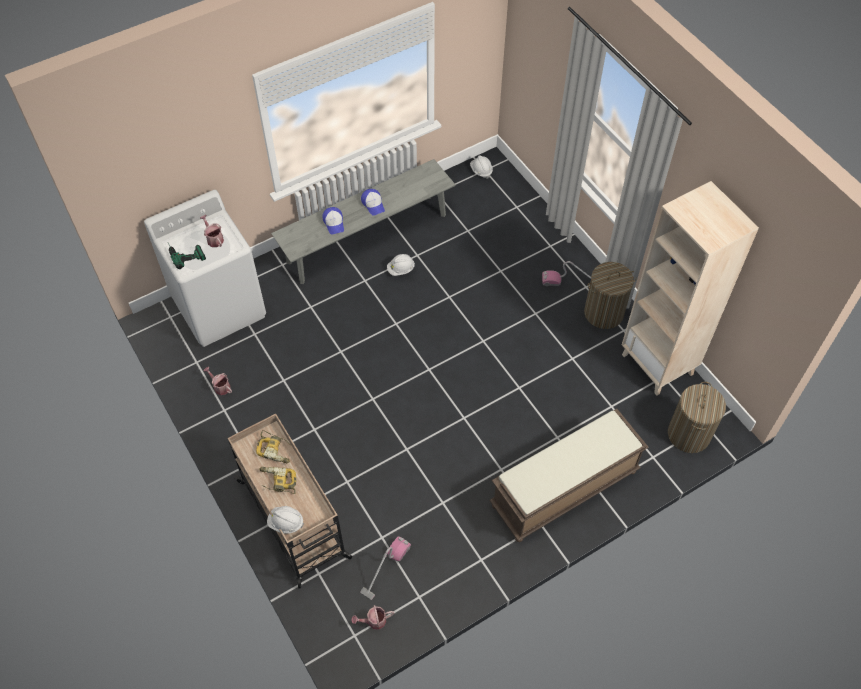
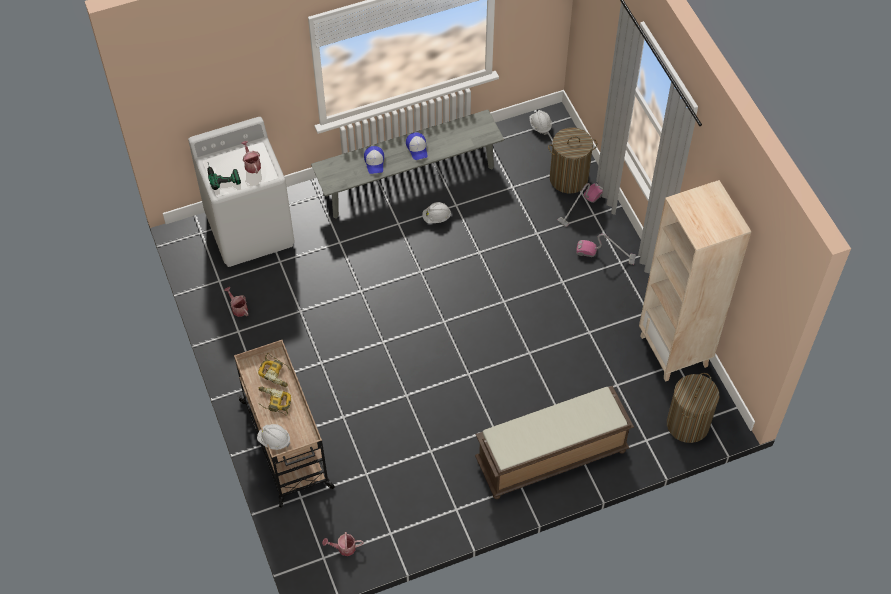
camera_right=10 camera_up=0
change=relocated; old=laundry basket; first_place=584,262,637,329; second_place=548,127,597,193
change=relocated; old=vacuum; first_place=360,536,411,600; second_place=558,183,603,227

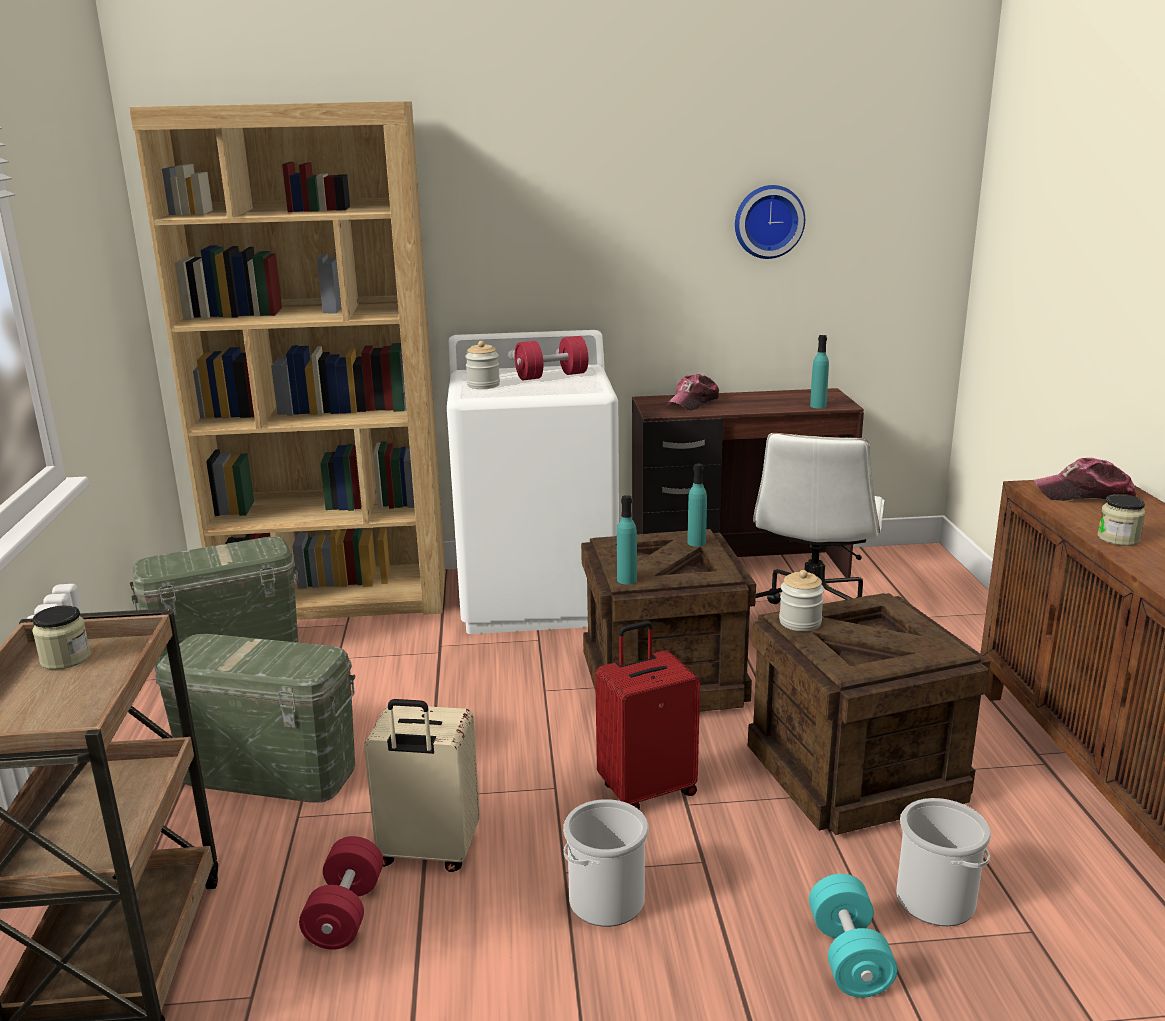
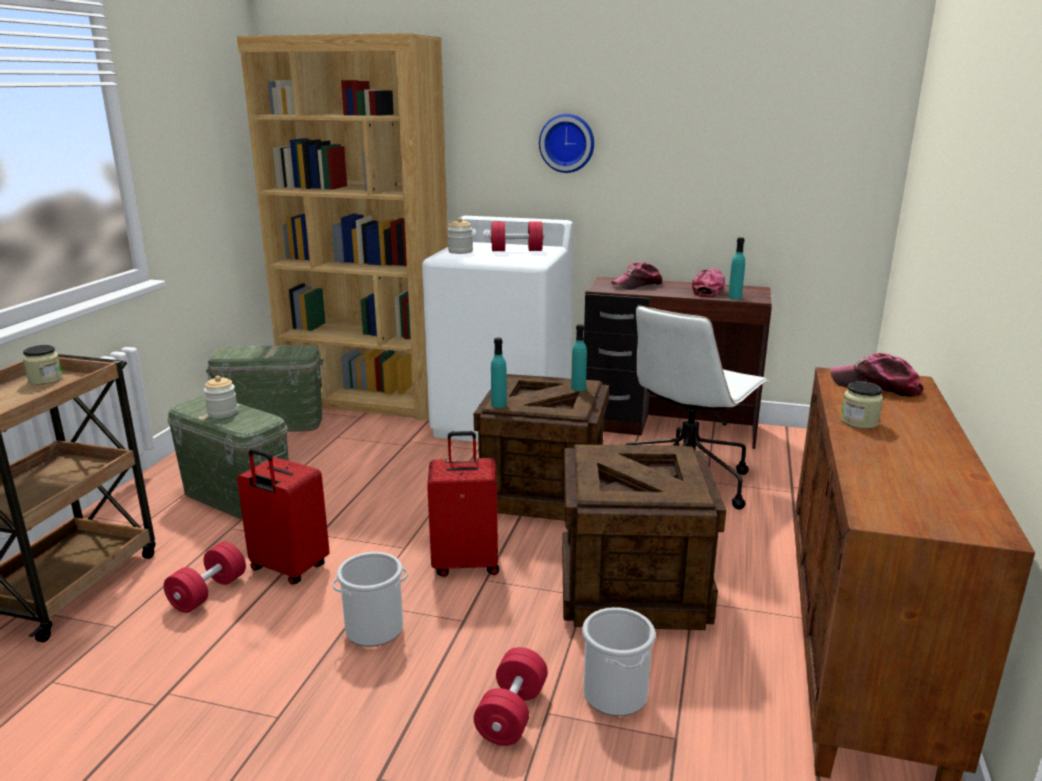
camera_right=20 camera_up=0
change=relocated; old=jar; first_place=779,570,824,631; second_place=204,376,238,418
change=colour; old=beige-coloured suitcase; new=red suitcase; first_place=364,699,480,872; second_place=237,449,330,585
change=colour; old=turquoise hand weight; new=red hand weight; first_place=809,874,897,998; second_place=474,647,548,746
change=relocated; old=clock on the wall; first_place=735,185,805,259; second_place=539,114,594,173
change=appeared; new=cap; second_place=692,269,725,298

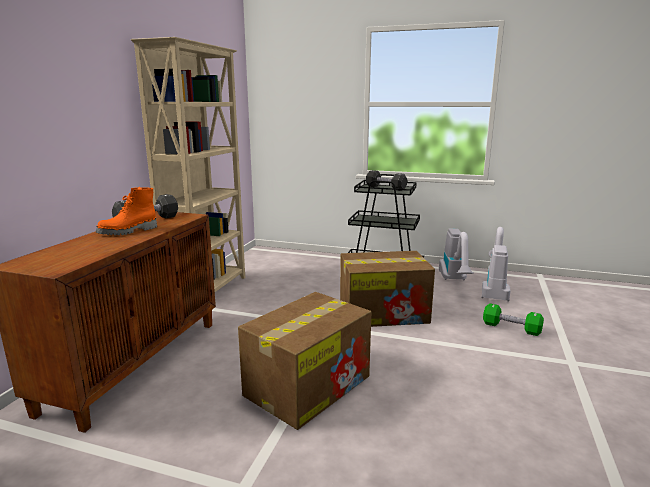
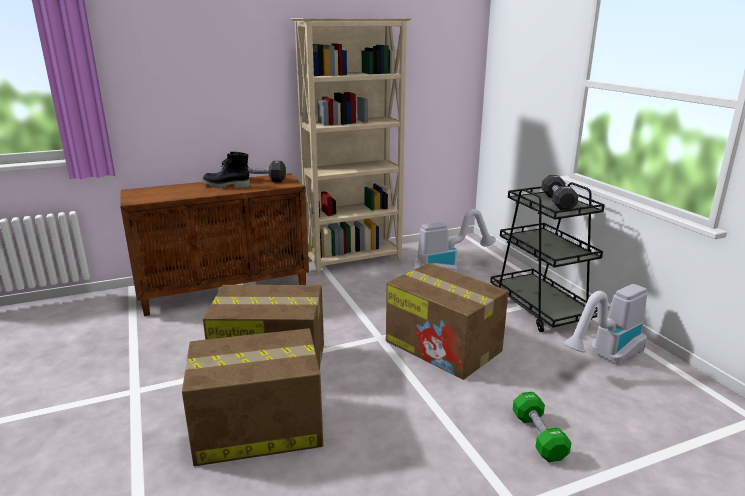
camera_right=50 camera_up=5
change=appeared; new=carton; second_place=182,328,323,466
change=colour; old=orange-coloured high-top boot; new=black high-top boot; first_place=96,187,157,235; second_place=203,152,250,188
change=relocated; old=vacuum; first_place=482,227,511,301; second_place=415,209,496,272

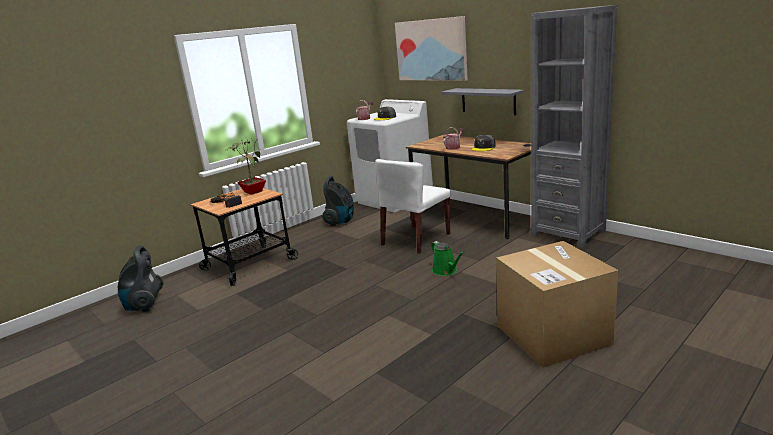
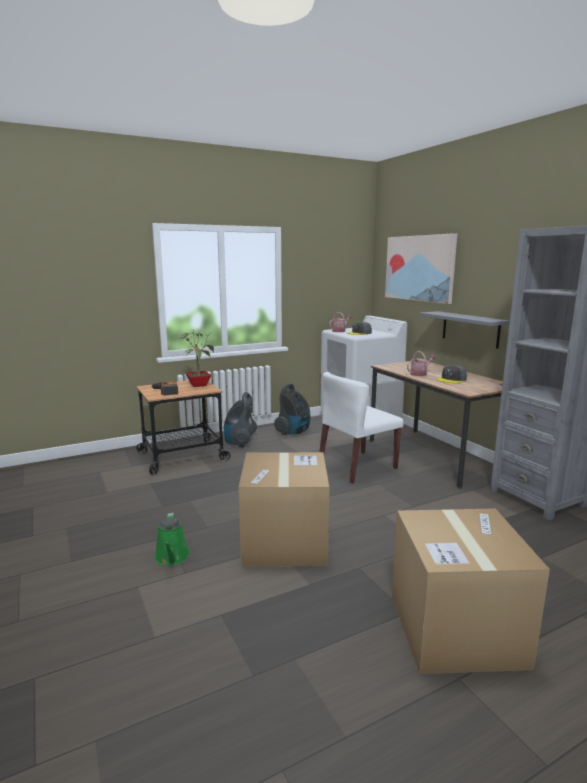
camera_right=15 camera_up=-5
change=relocated; old=green sprinkling can; first_place=431,241,464,276; second_place=155,513,190,565
change=relocated; old=vacuum; first_place=118,245,164,312; second_place=223,392,257,448
change=appeared; new=carton; second_place=239,452,329,567

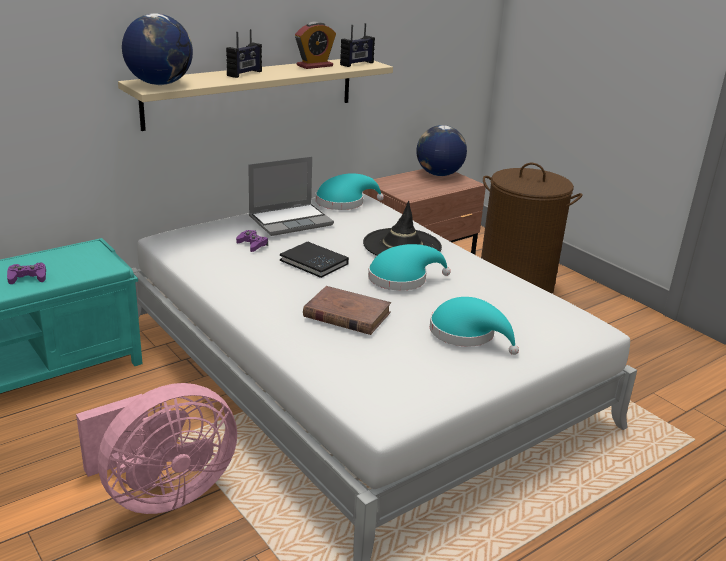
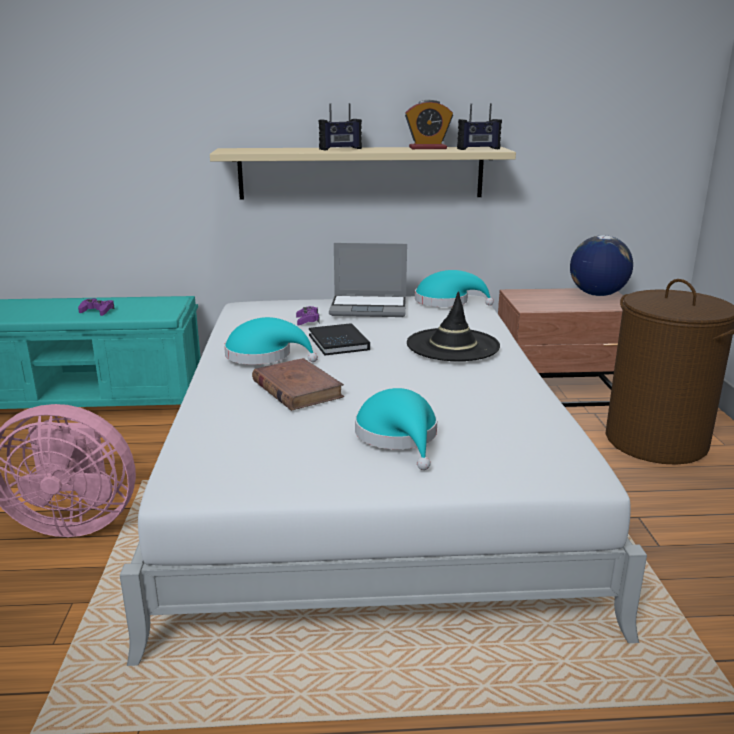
camera_right=35 camera_up=-5
change=relocated; old=turquoise wearable hat; first_place=368,244,451,291; second_place=224,317,318,364
change=missing; old=world globe; first_place=122,13,193,85

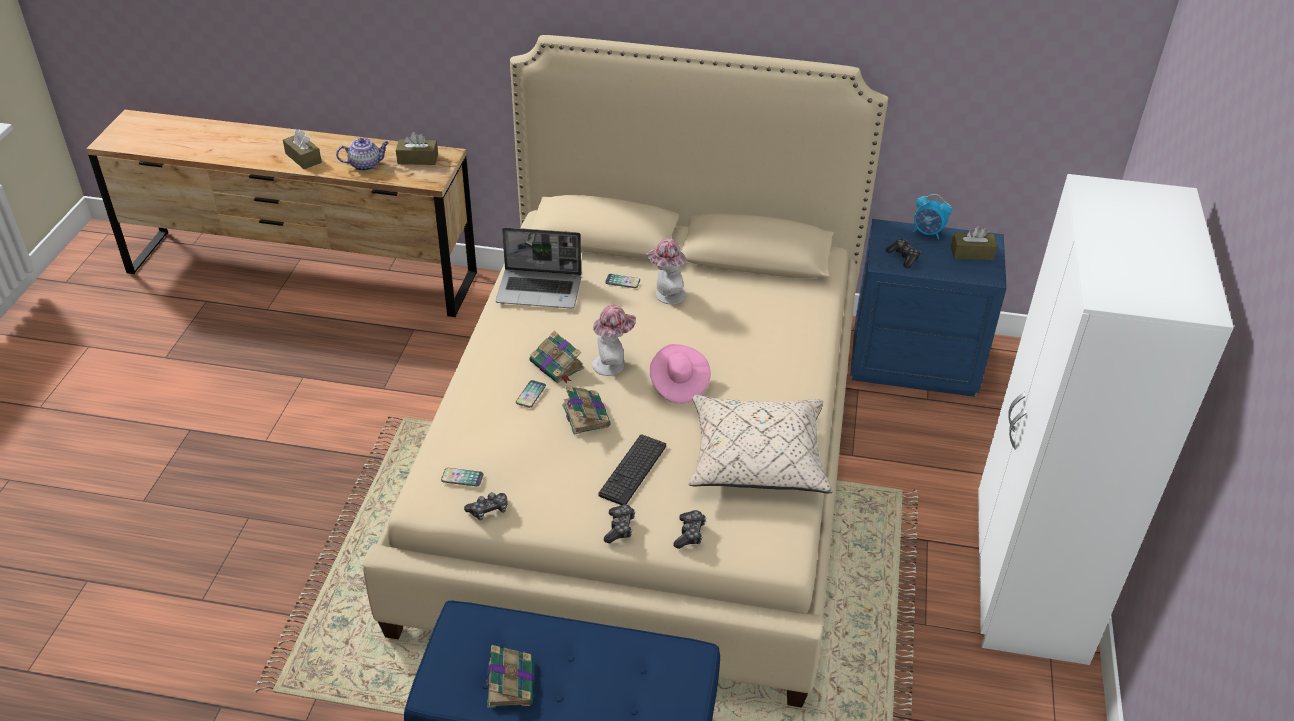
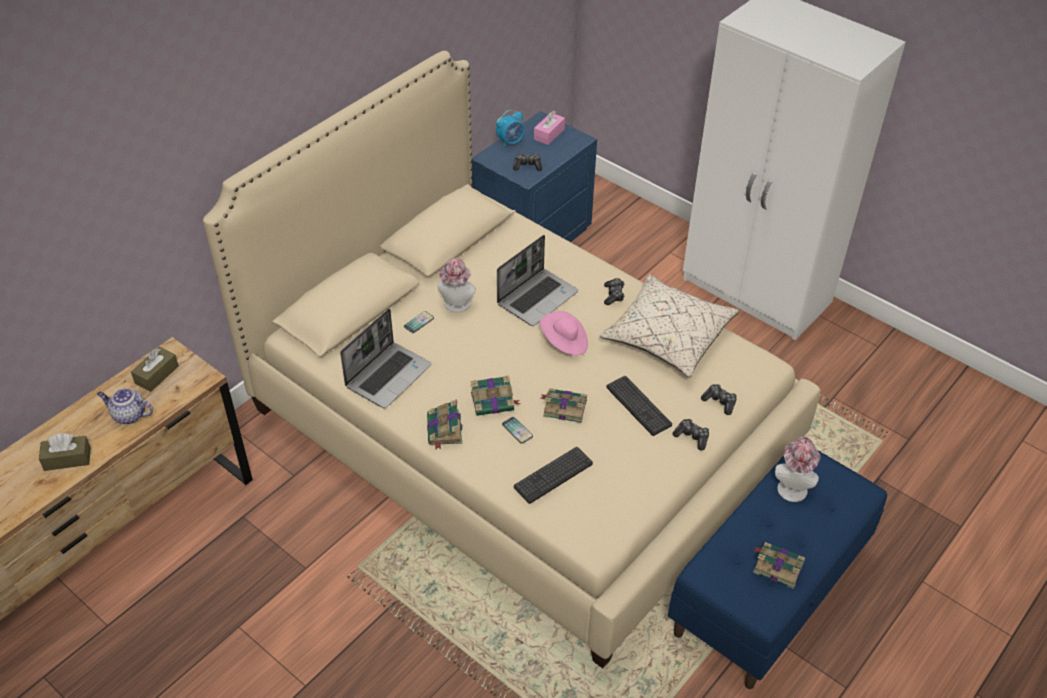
camera_right=-60 camera_up=5
change=spun; old=tea pot; first_place=336,138,389,171; second_place=97,388,153,424; degrees=-90
change=appeared; new=bound book; second_place=427,400,463,450
change=appeared; new=portable computer; second_place=497,235,578,326
change=appeared; new=computer keyboard; second_place=514,447,593,504
change=colour; old=brown-coloured tissue box; new=pink-coloured tissue box; first_place=951,226,997,260; second_place=534,111,565,145
change=relocated; old=game controller; first_place=464,492,508,520; second_place=604,278,625,305
change=relocated; old=wearable hat; first_place=592,305,636,376; second_place=775,437,820,502
change=missing; old=telephone; first_place=441,468,484,486

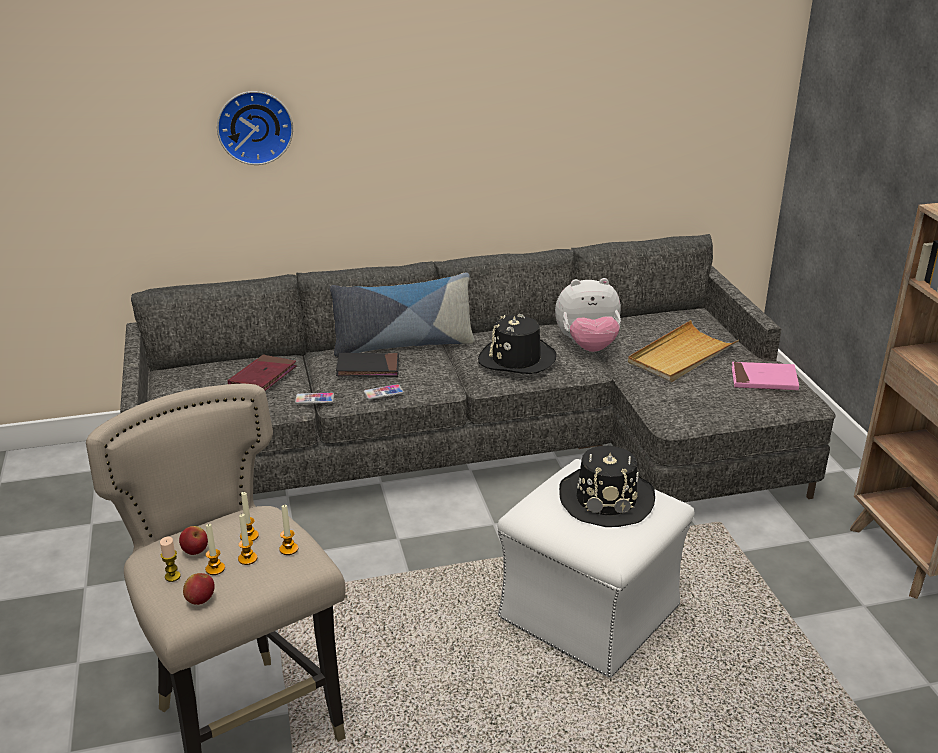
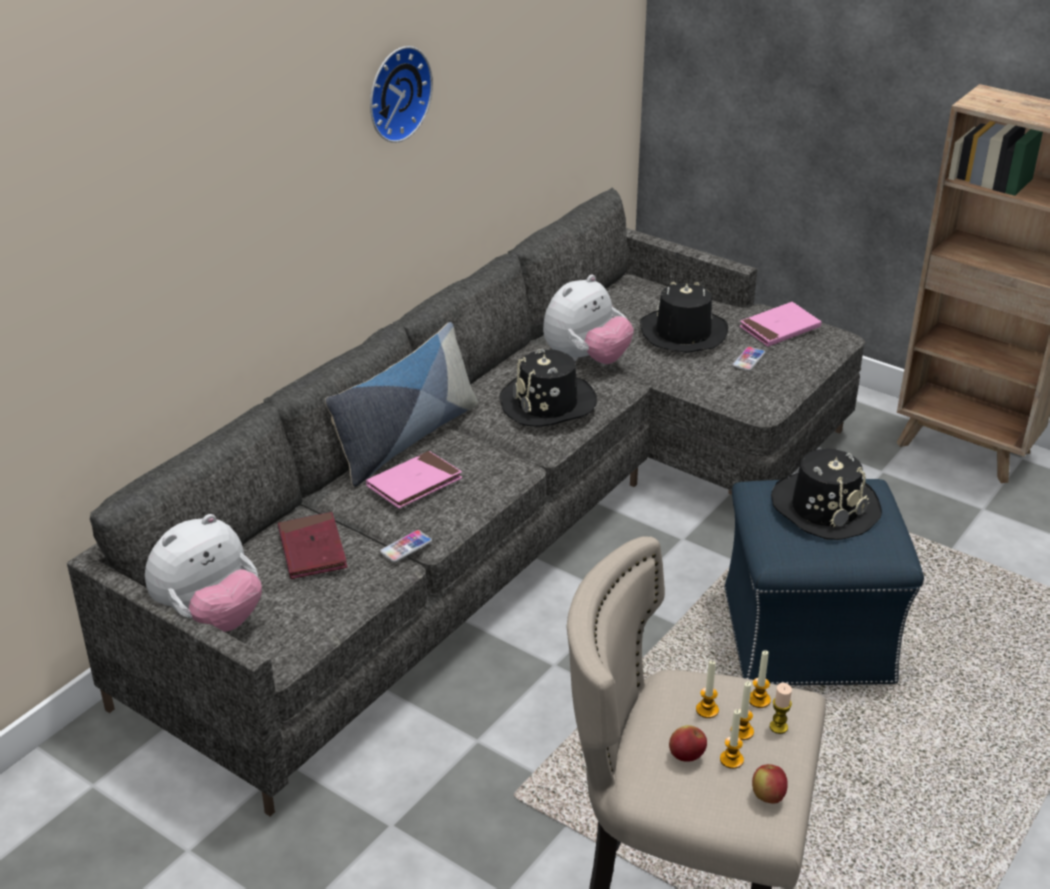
camera_right=-40 camera_up=5
change=appeared; new=cuddly toy; second_place=145,514,262,632
change=colour; old=black bound book; new=pink-coloured bound book; first_place=336,353,399,377; second_place=366,451,462,508
change=relocated; old=clock on the wall; first_place=217,91,293,165; second_place=370,46,433,143
change=exchanged; old=beige-coloured serving tray; new=black wearable hat; first_place=628,320,739,382; second_place=640,282,728,353
change=colour; old=white ottoman; new=bluish ottoman; first_place=498,459,694,678; second_place=725,479,924,685
change=relocated; old=telephone; first_place=364,384,404,400; second_place=732,347,766,371
change=relocated; old=wax light; first_place=160,537,181,582; second_place=770,683,792,734

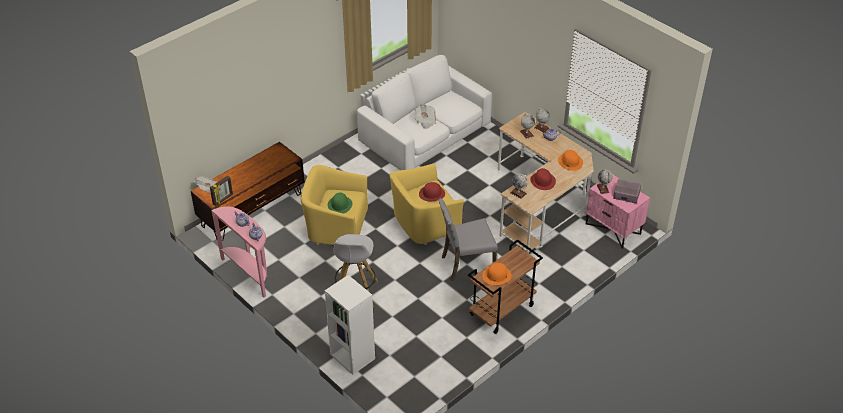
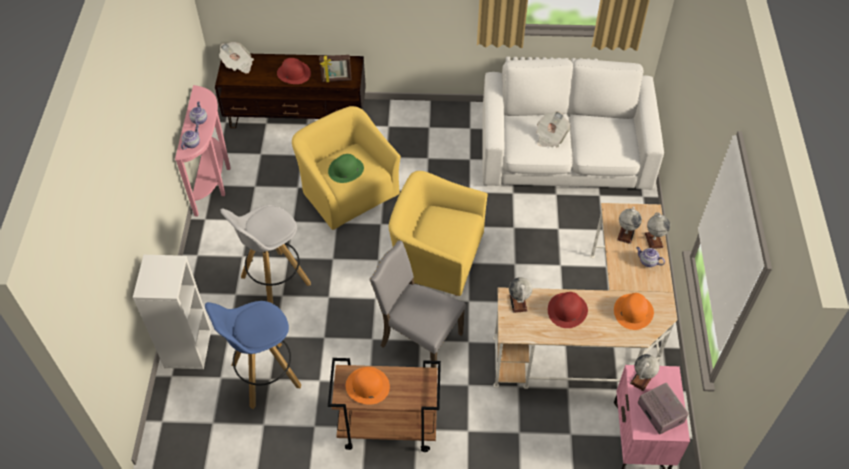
camera_right=45 camera_up=10
change=appeared; new=bluish stool; second_place=205,301,301,409
change=relocated; old=red wearable hat; first_place=419,182,445,201; second_place=277,58,311,84
change=relocated; old=photo frame; first_place=210,176,233,206; second_place=319,55,352,82

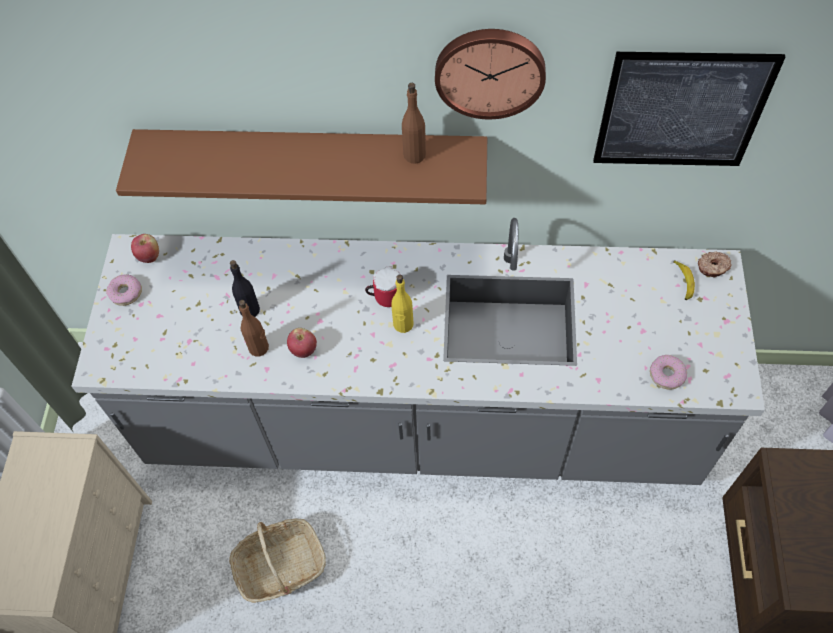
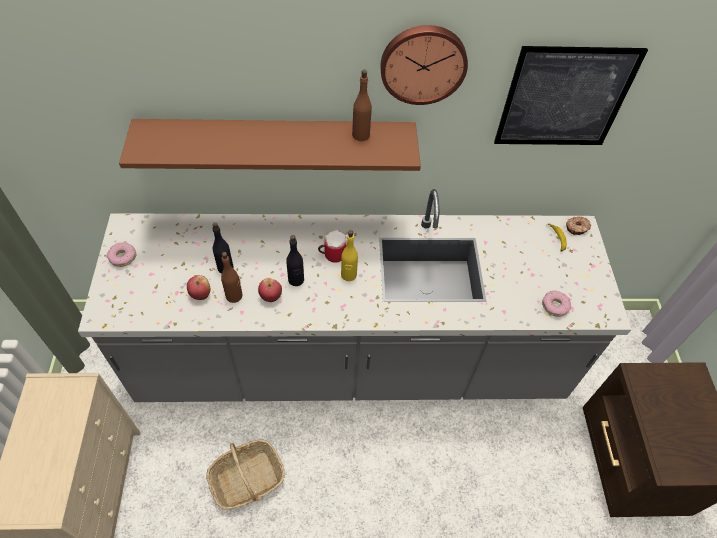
camera_right=-10 camera_up=-5
change=relocated; old=apple fruit; first_place=131,234,159,263; second_place=187,275,210,300
change=appeared; new=black bottle; second_place=286,235,304,286

